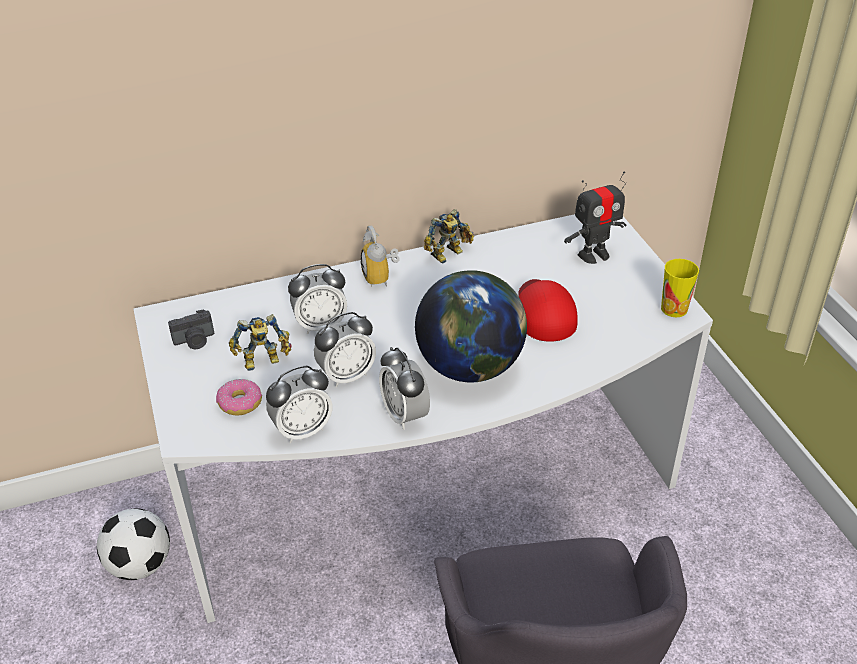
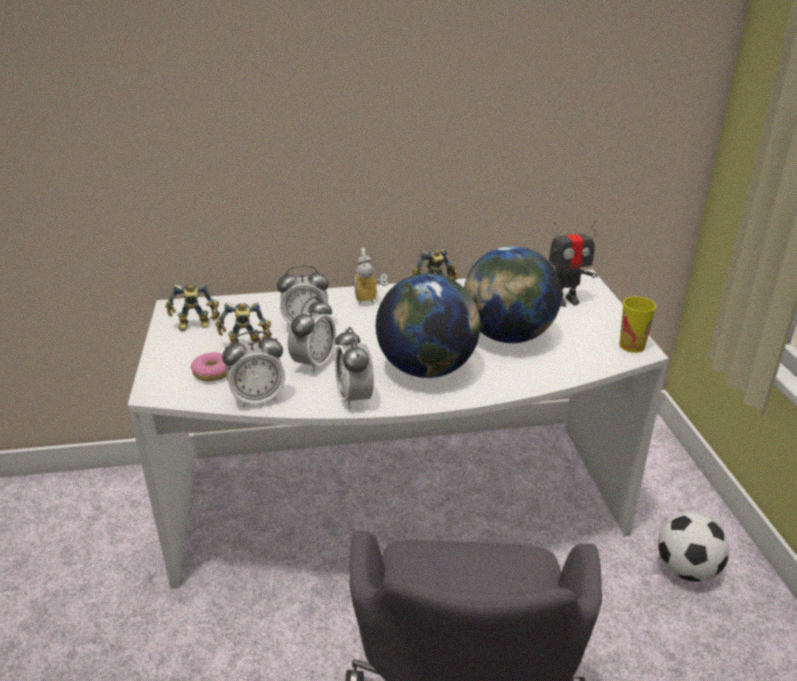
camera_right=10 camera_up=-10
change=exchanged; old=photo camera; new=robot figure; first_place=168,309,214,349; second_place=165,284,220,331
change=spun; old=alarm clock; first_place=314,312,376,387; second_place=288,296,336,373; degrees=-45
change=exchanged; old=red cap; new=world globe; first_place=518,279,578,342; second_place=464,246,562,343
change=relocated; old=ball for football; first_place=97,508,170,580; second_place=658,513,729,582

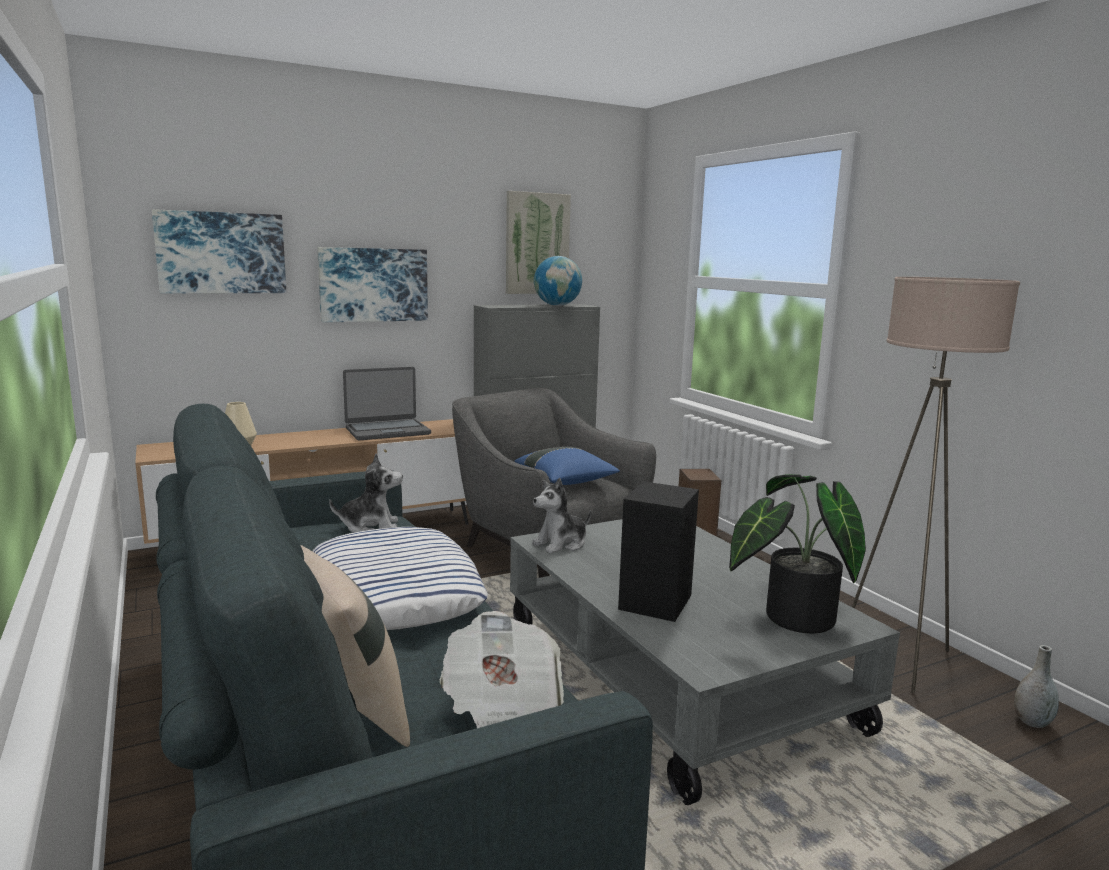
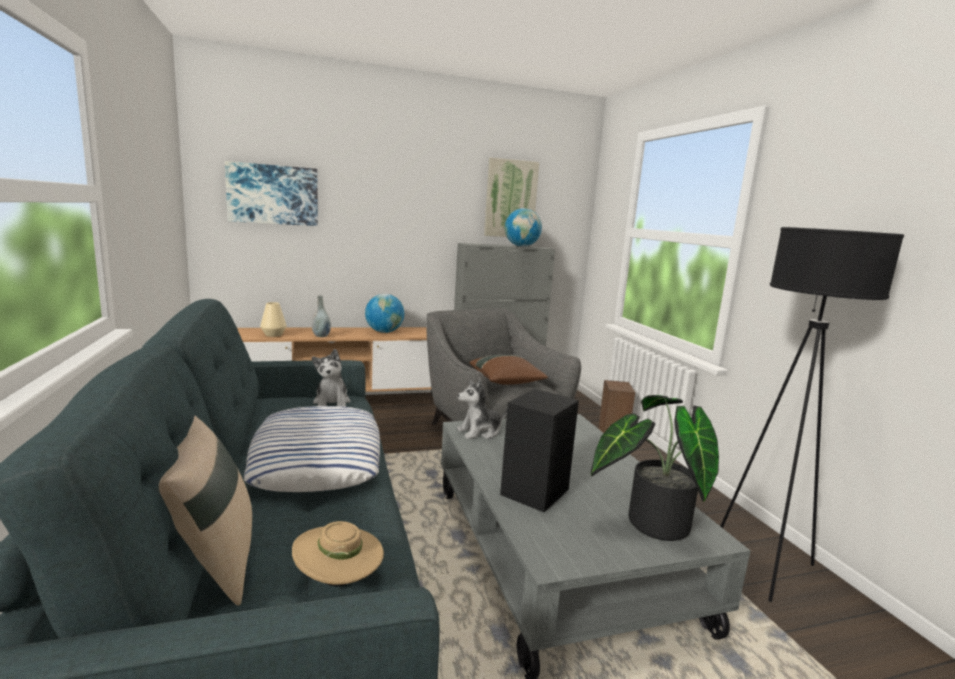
camera_right=10 camera_up=0
change=exchanged; old=printed paper; new=beige-coloured wearable hat; first_place=439,611,564,728; second_place=292,521,384,587
change=relocated; old=grey flower vase; first_place=1014,645,1059,728; second_place=312,295,331,337
change=spun; old=cuddly toy; first_place=329,453,403,533; second_place=312,349,351,407; degrees=75
change=exchanged; old=portable computer; new=world globe; first_place=343,367,431,440; second_place=365,294,404,333
change=colour; old=bluish pillow; new=brown-coloured pillow; first_place=514,447,620,485; second_place=469,355,548,385
change=colour; old=beige-coloured floor lamp; new=black floor lamp; first_place=852,277,1020,693; second_place=720,227,904,602
change=missing; old=wall picture; first_place=317,247,428,322

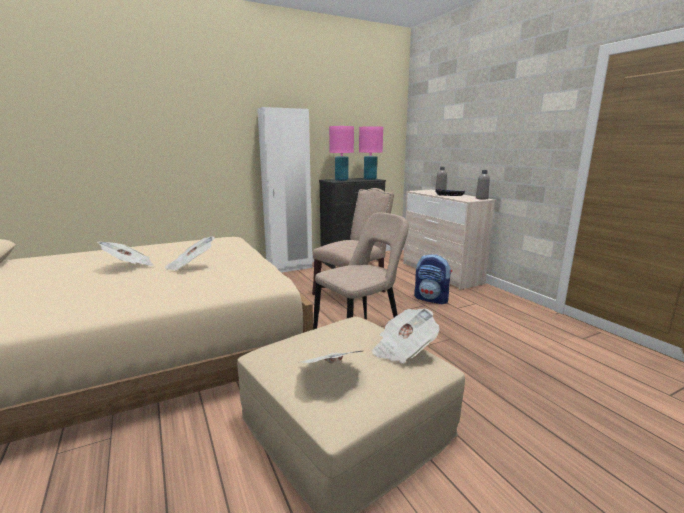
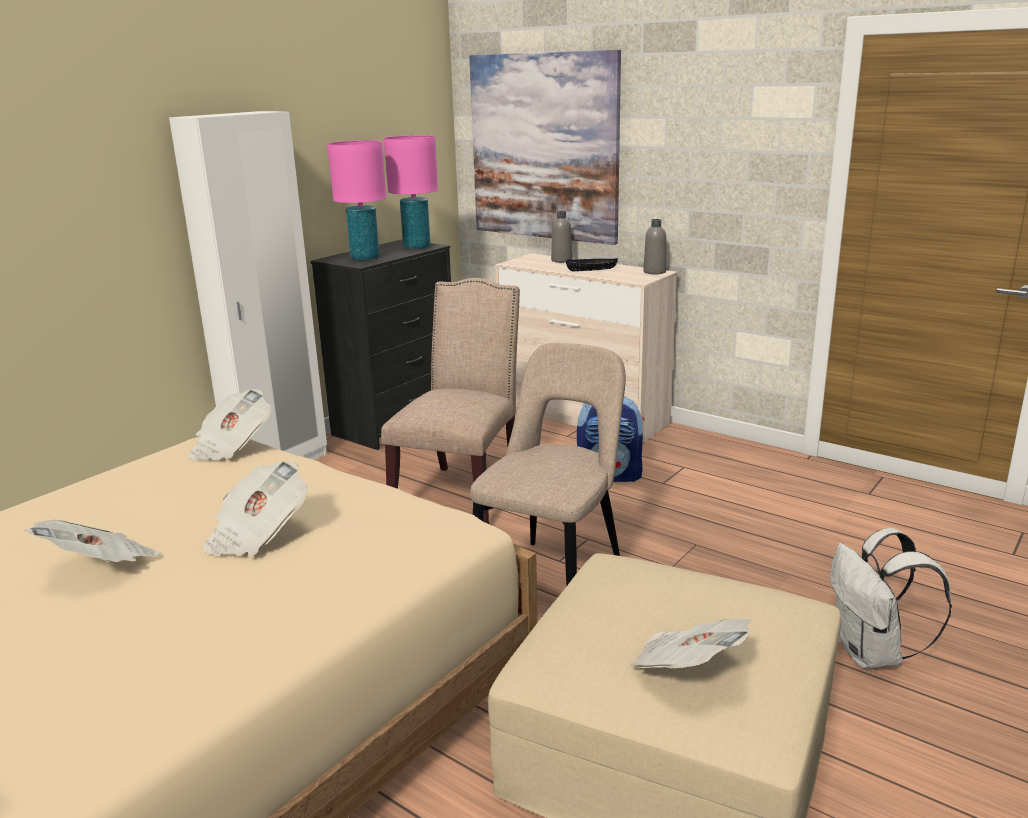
camera_right=-25 camera_up=5
change=relocated; old=printed paper; first_place=372,308,439,364; second_place=188,389,271,461
change=appeared; new=wall picture; second_place=469,50,621,245
change=appeared; new=white knapsack; second_place=830,528,952,669

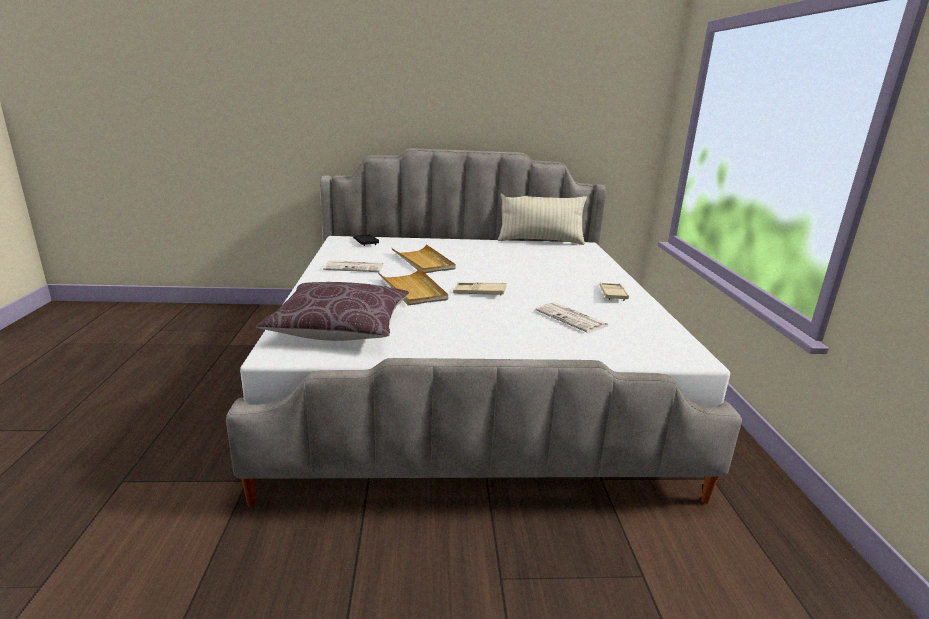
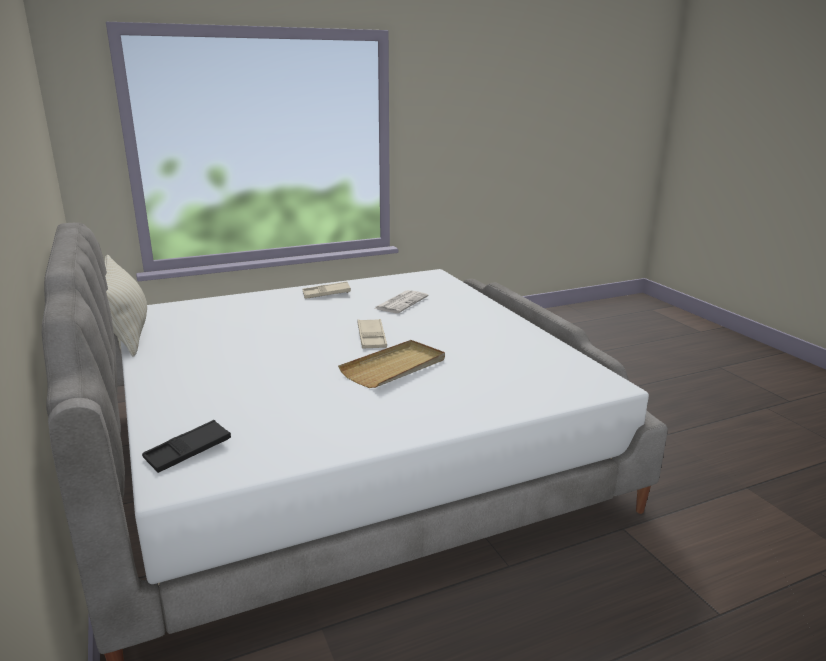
camera_right=-110 camera_up=0
change=missing; old=brown-coloured pillow; first_place=256,282,409,341
change=missing; old=printed paper; first_place=323,261,383,272
change=missing; old=beige-coloured serving tray; first_place=392,244,456,273

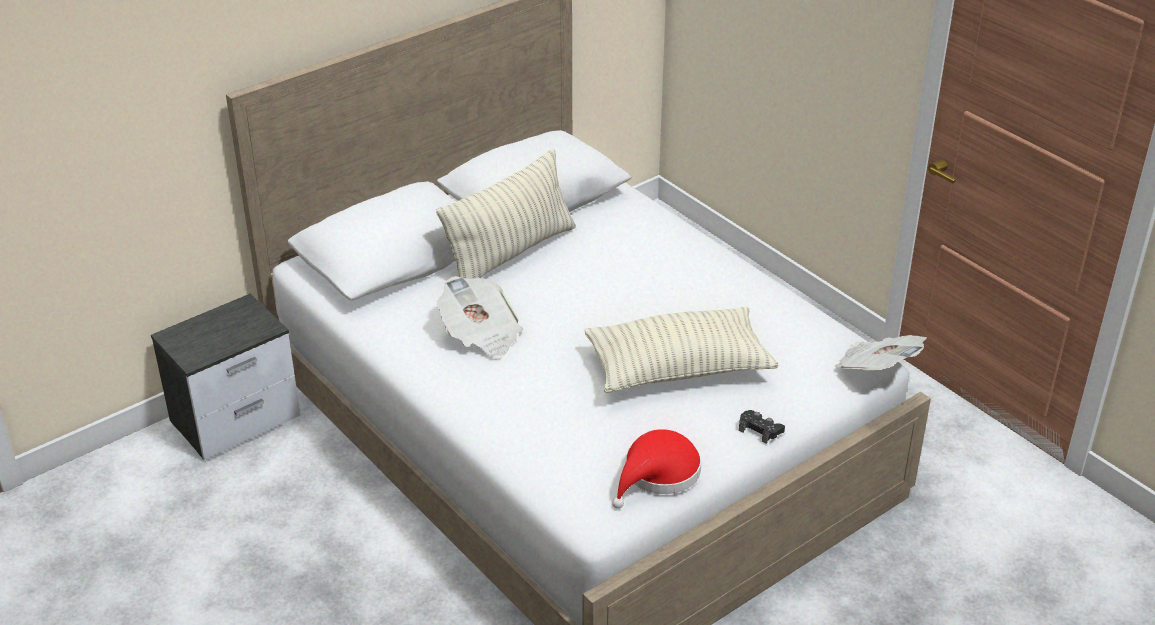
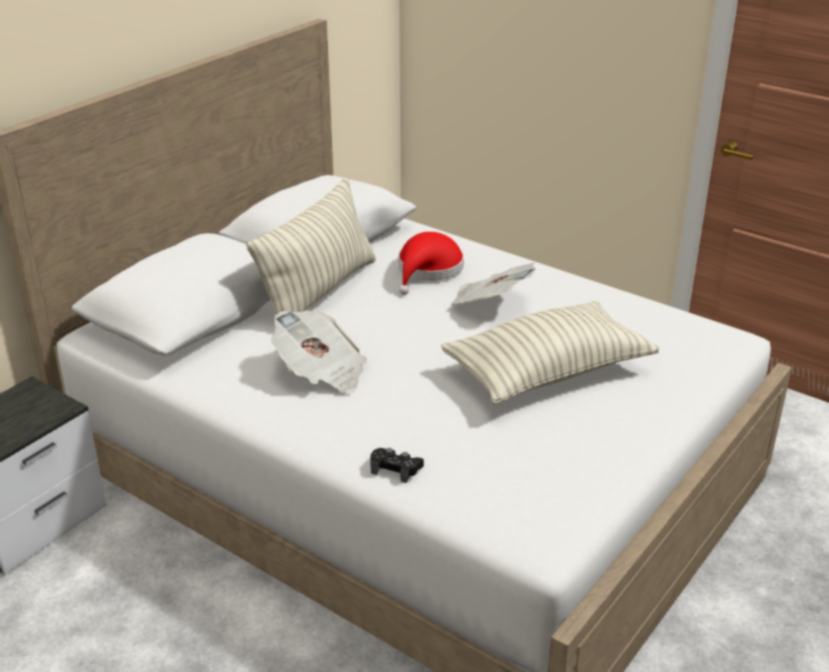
camera_right=-15 camera_up=-5
change=relocated; old=black game controller; first_place=739,410,785,444; second_place=370,448,424,483
change=relocated; old=red wearable hat; first_place=612,429,701,509; second_place=399,232,464,295
change=relocated; old=printed paper; first_place=834,335,927,370; second_place=451,263,536,306

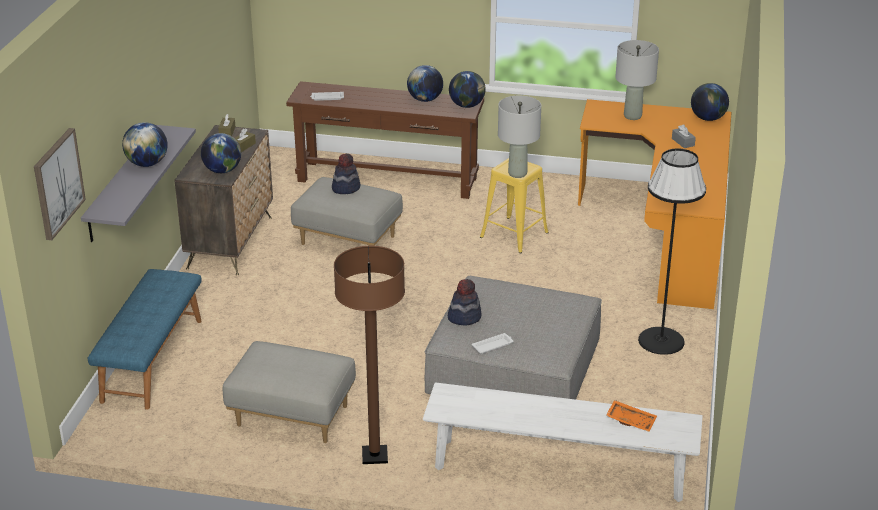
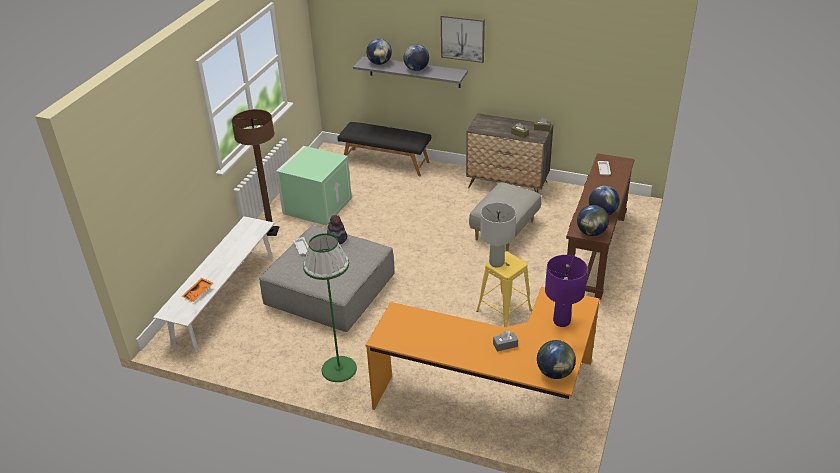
camera_right=100 camera_up=5
change=exchanged; old=grey ottoman; new=green storage box; first_place=223,341,356,443; second_place=276,146,352,226
change=colour; old=black floor lamp; new=green floor lamp; first_place=638,149,706,355; second_place=303,233,357,382
change=colour; old=bluish indoor bench; new=black indoor bench; first_place=88,269,202,410; second_place=337,122,431,176
change=relocated; old=world globe; first_place=201,133,241,173; second_place=366,39,392,65
change=relocated; old=wall picture; first_place=34,128,86,240; second_place=441,15,485,63
change=colour; old=grey lamp for a table; new=purple-coloured lamp for a table; first_place=615,40,659,120; second_place=545,255,588,327
change=missing; old=wearable hat; first_place=332,153,360,194

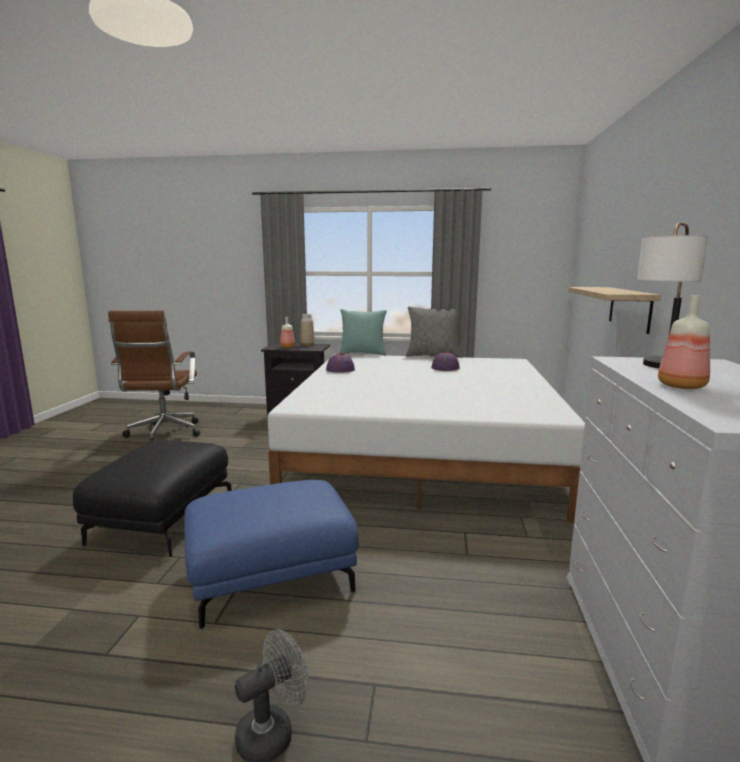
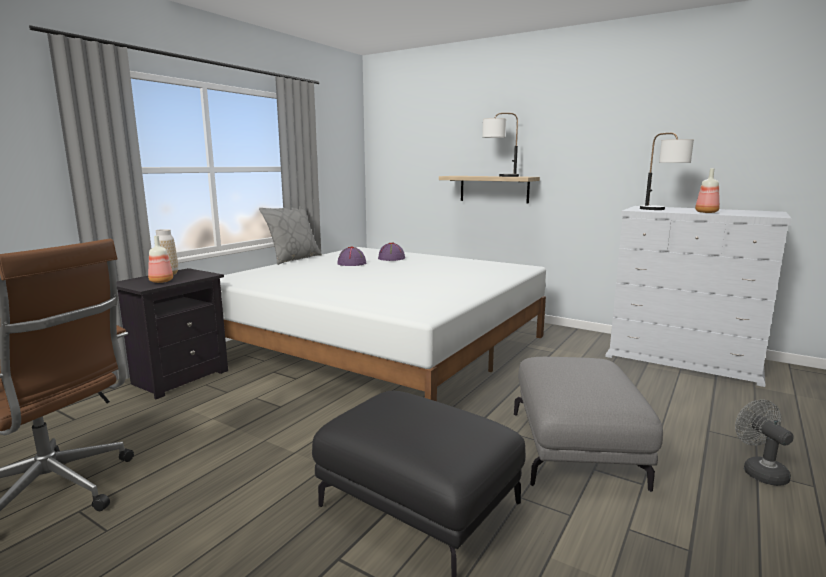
camera_right=-65 camera_up=0
change=relocated; old=purple-coloured wearable hat; first_place=326,353,355,373; second_place=378,242,405,261
change=appeared; new=lamp for a table; second_place=482,113,519,177
change=colour; old=bluish ottoman; new=grey ottoman; first_place=184,480,359,629; second_place=514,357,663,492
change=missing; old=turquoise pillow; first_place=340,309,387,355

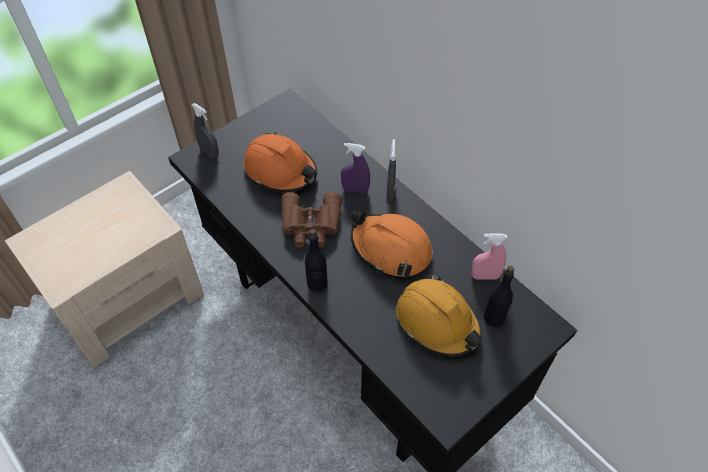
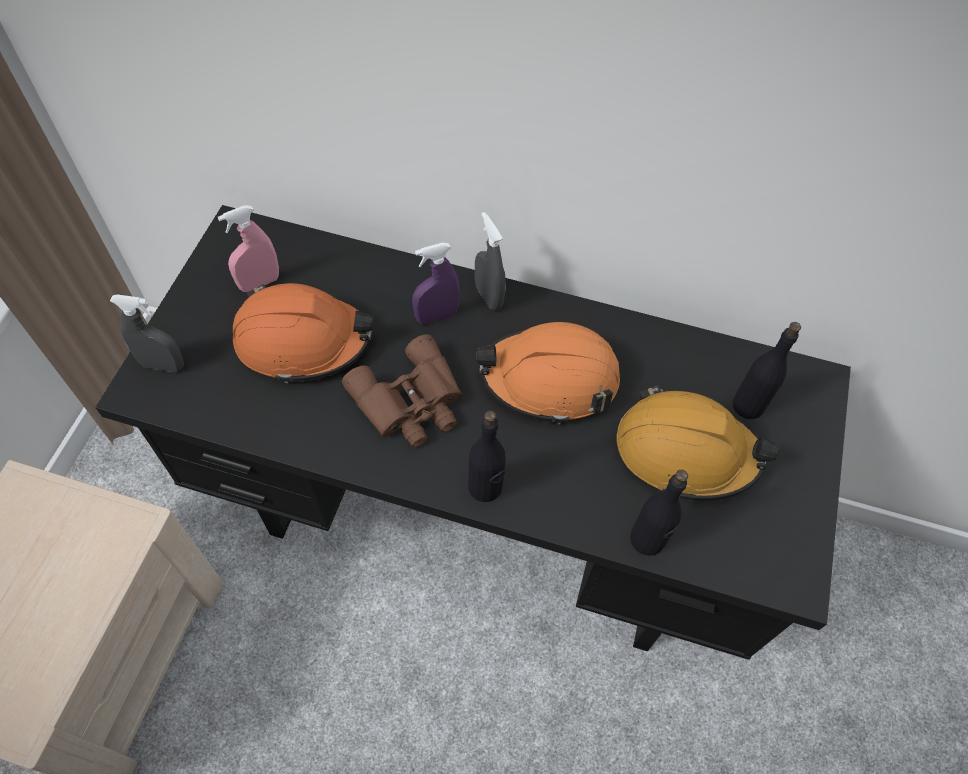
camera_right=-35 camera_up=5
change=relocated; old=pink-coloured spray bottle; first_place=471,233,507,280; second_place=218,206,279,292
change=appeared; new=black bottle; second_place=630,470,688,556

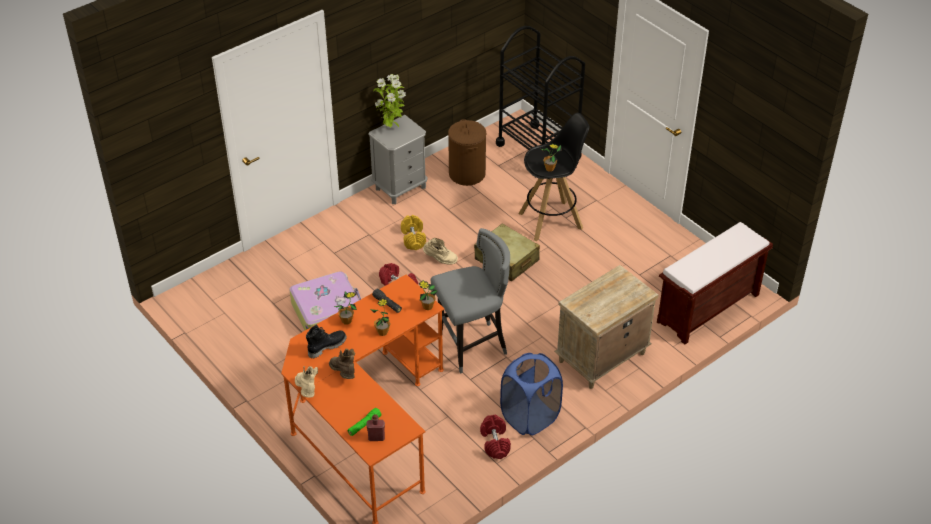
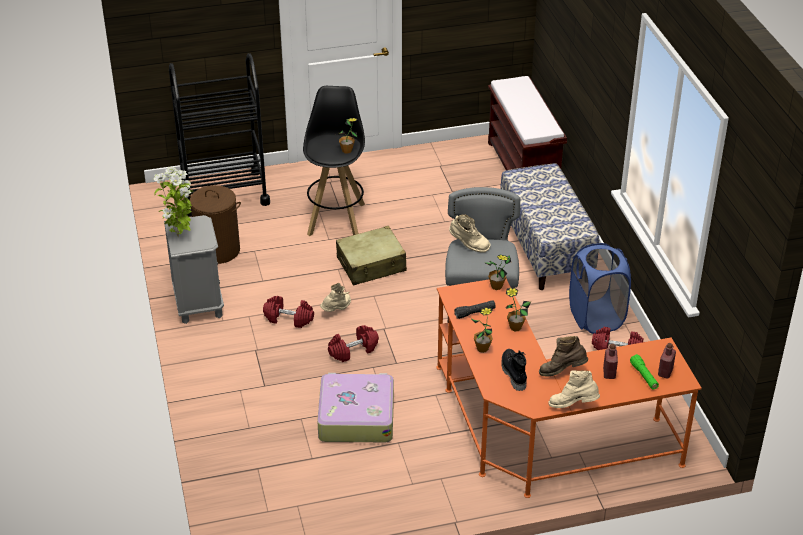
camera_right=-65 camera_up=-5
change=colour; old=yellowish hand weight; new=red hand weight; first_place=401,215,426,250; second_place=263,296,314,328
change=appeared; new=beige-coloured high-top boot; second_place=449,215,490,252
change=exchanged; old=beige-coloured night table; new=indoor bench; first_place=554,265,658,389; second_place=500,163,599,290
change=appeared; new=red bottle; second_place=603,344,618,379

